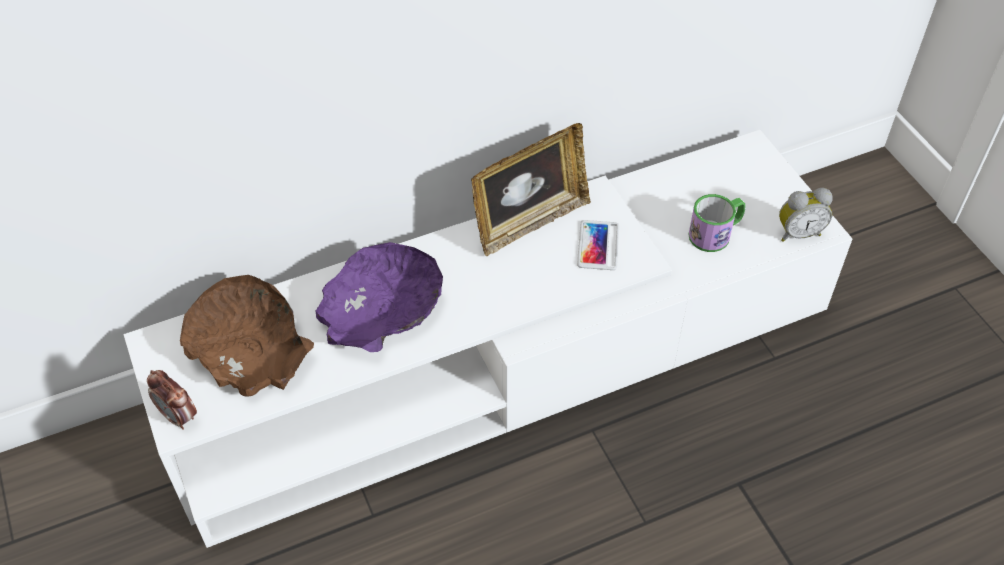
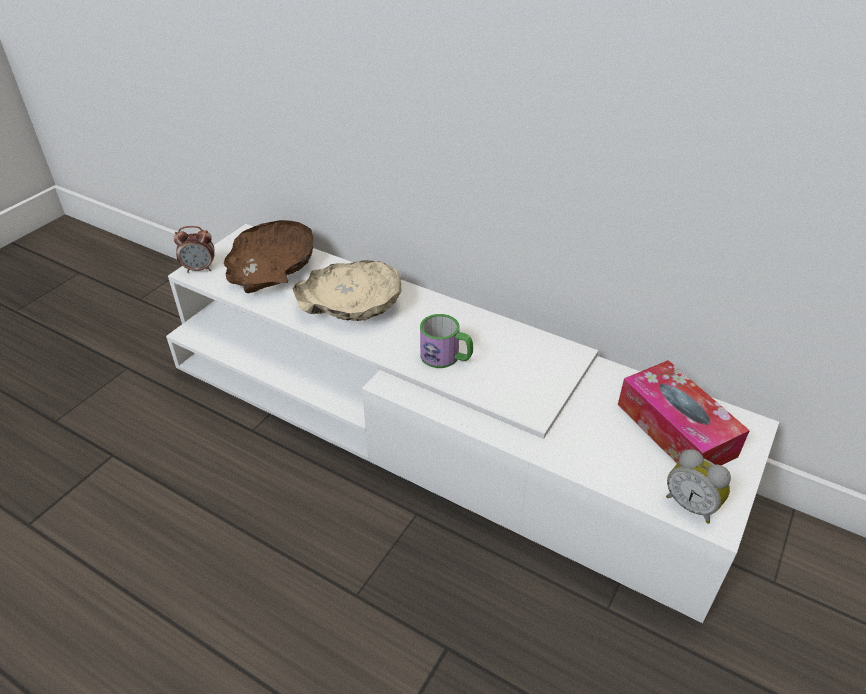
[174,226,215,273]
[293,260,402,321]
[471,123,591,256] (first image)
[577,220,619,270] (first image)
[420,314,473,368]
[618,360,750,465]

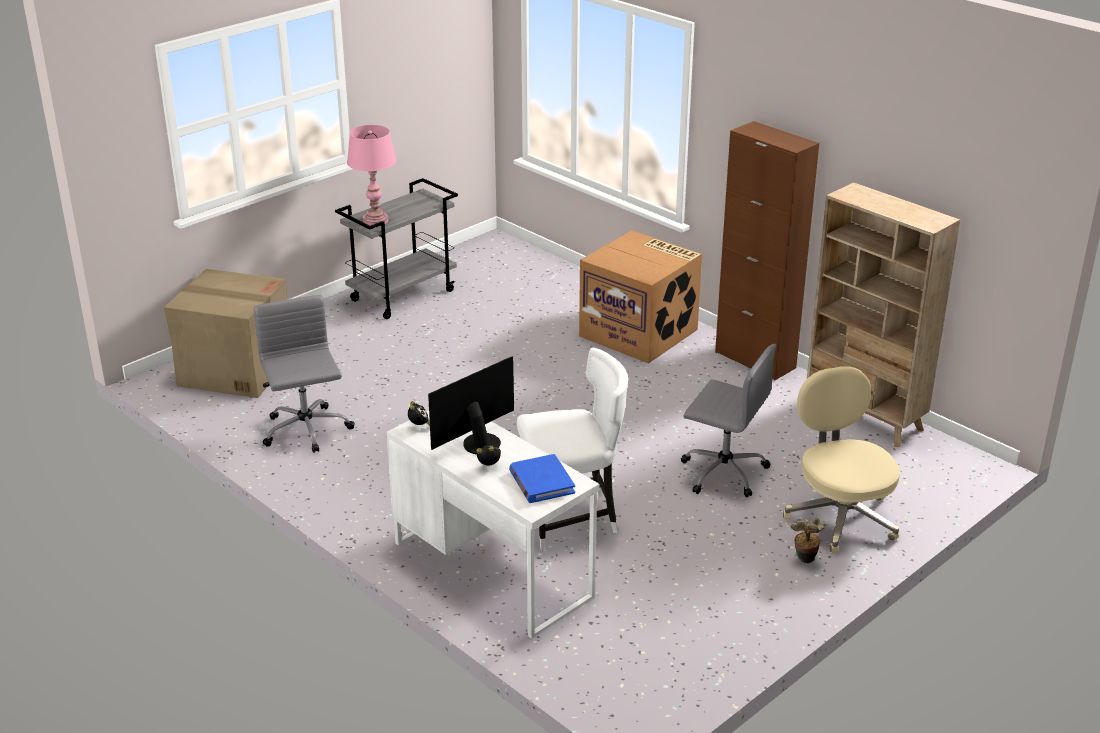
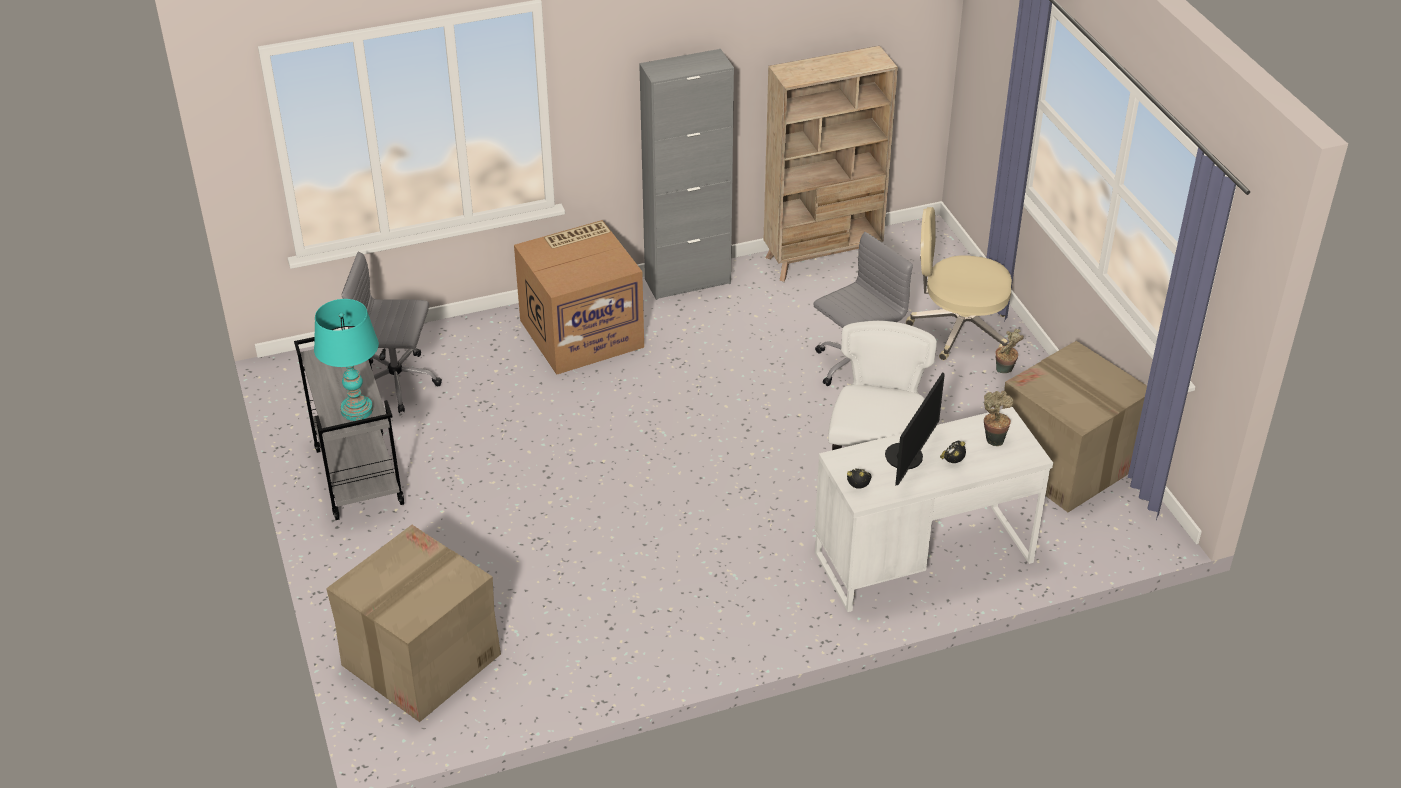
[342,252,442,413]
[314,299,379,421]
[885,372,945,486]
[984,391,1013,446]
[639,49,734,300]
[1003,341,1147,512]

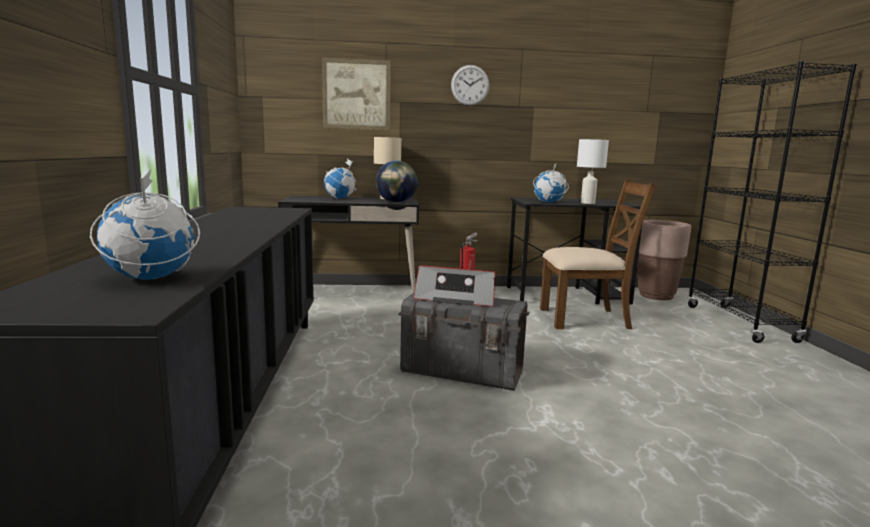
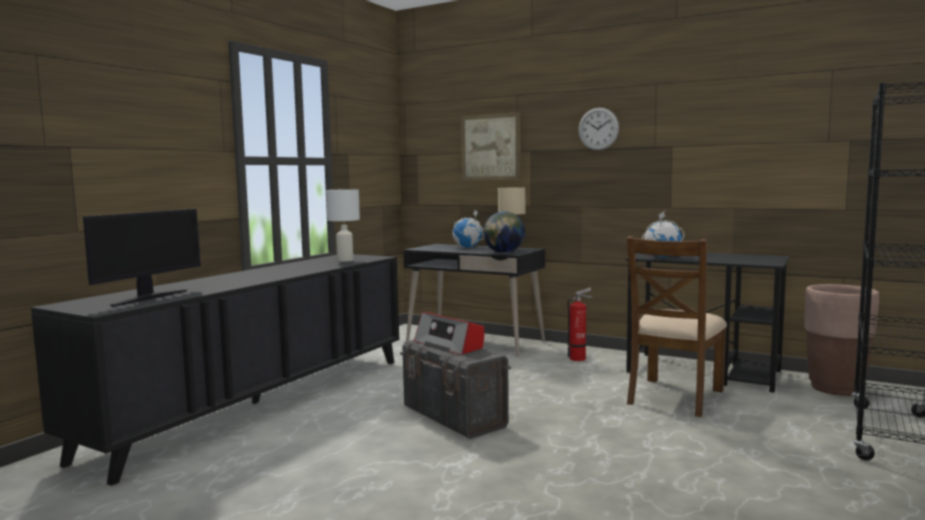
[83,209,201,307]
[627,236,727,417]
[326,189,360,262]

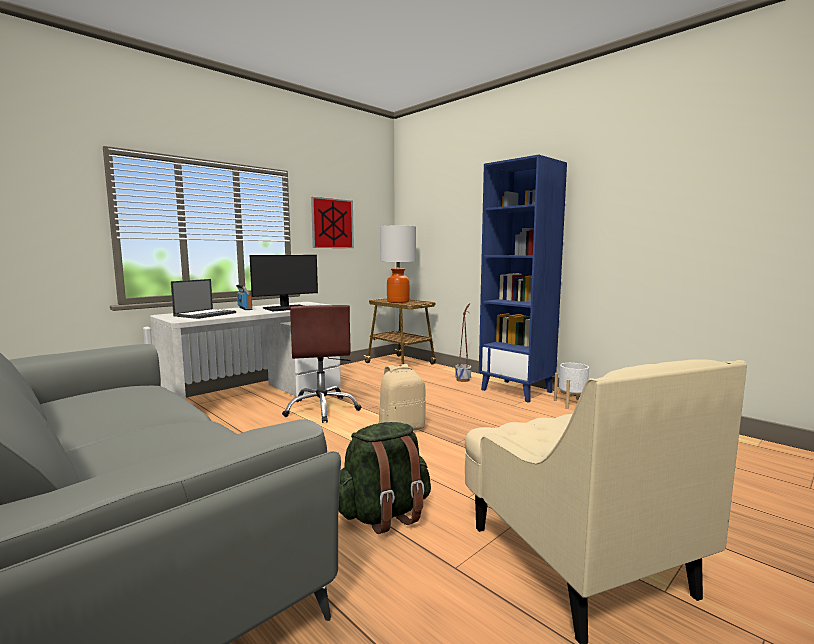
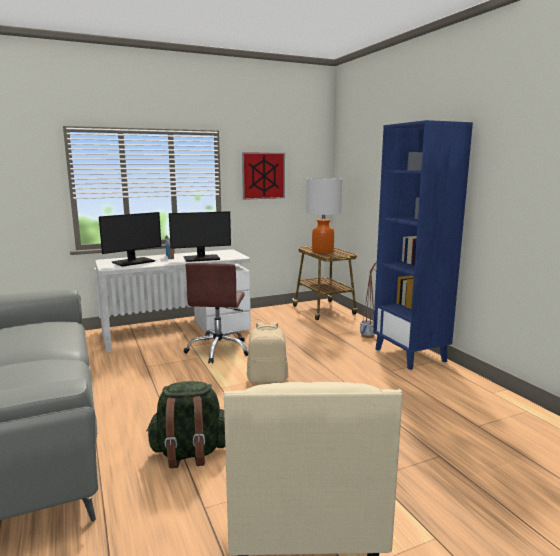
[99,212,161,267]
[554,363,593,409] (first image)

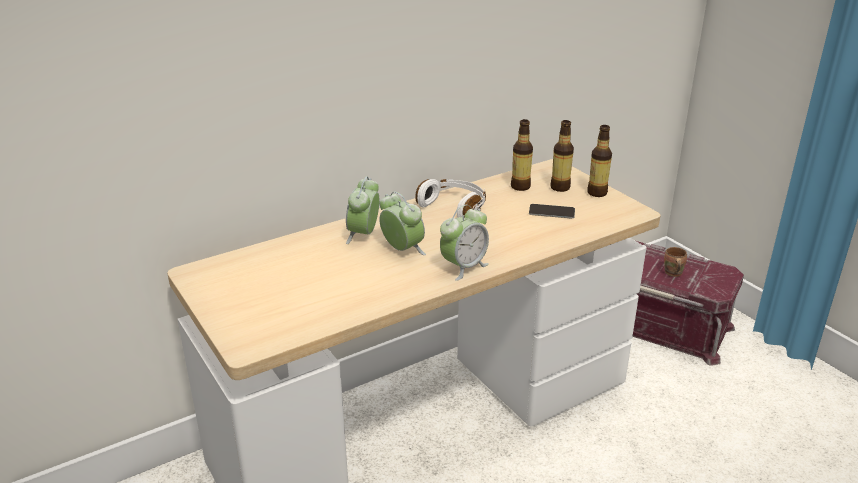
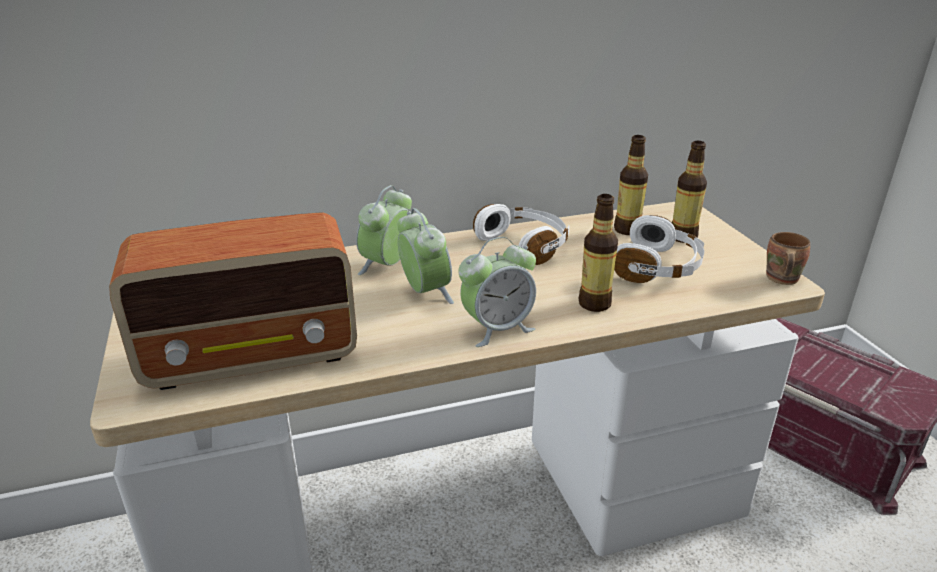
[614,215,704,283]
[579,194,618,312]
[766,232,810,285]
[109,212,357,390]

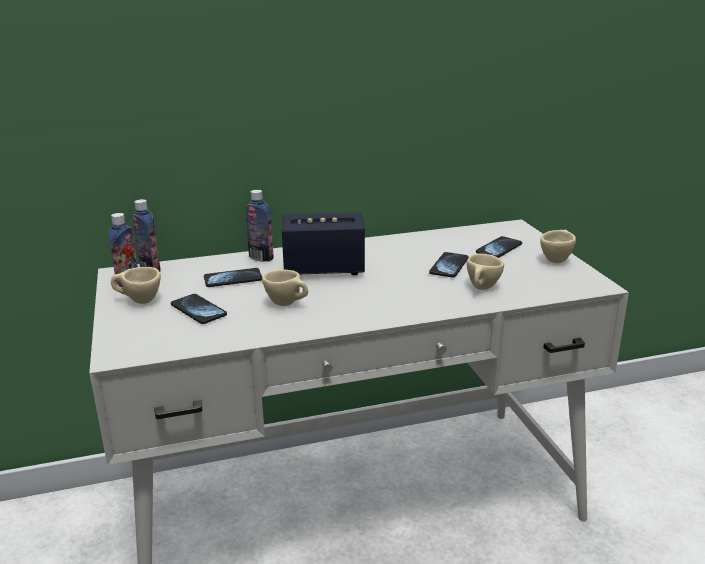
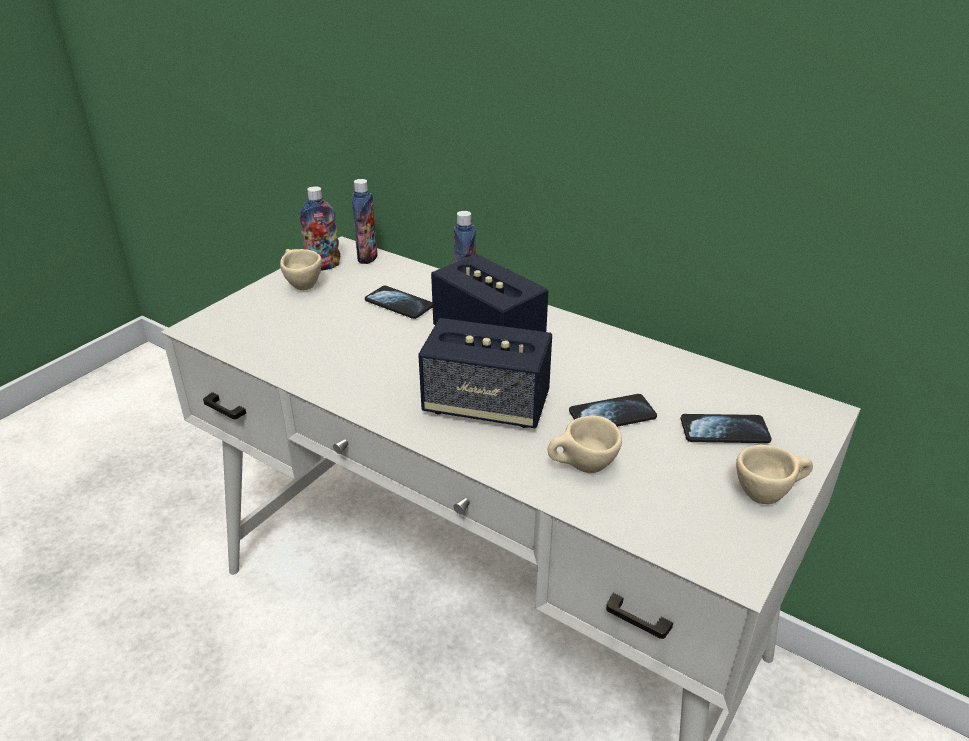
[171,294,227,324] (first image)
[262,269,308,306] (first image)
[418,318,552,428]

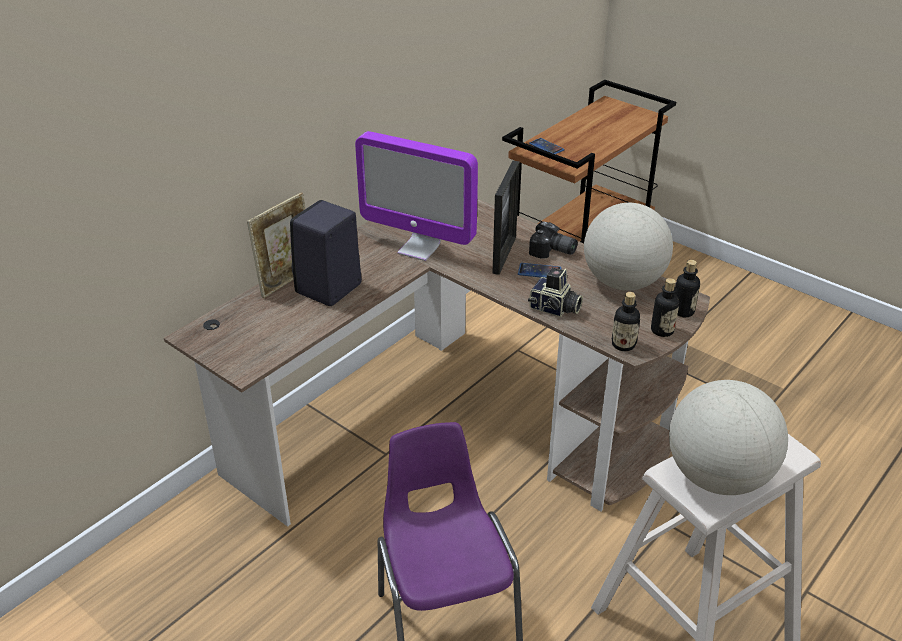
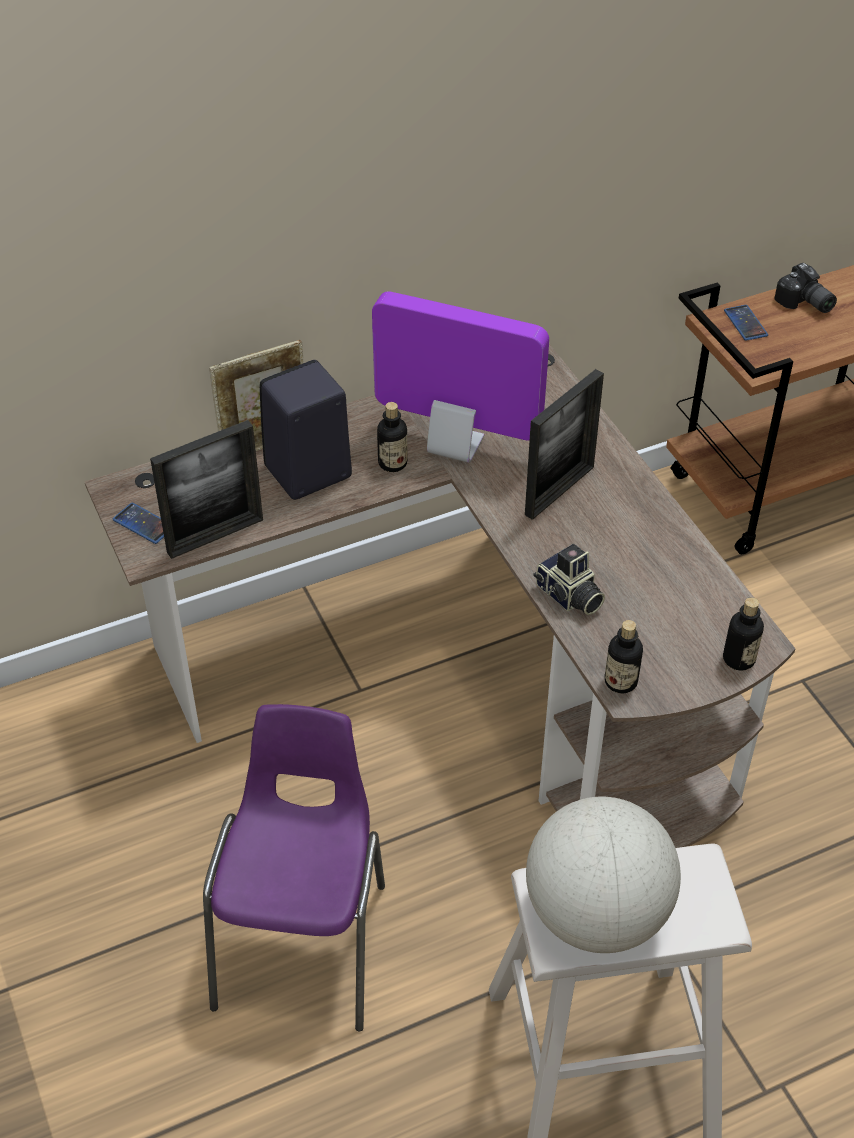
[372,291,549,463]
[113,503,164,544]
[774,263,837,313]
[584,203,673,291] (first image)
[377,402,408,472]
[150,420,263,559]

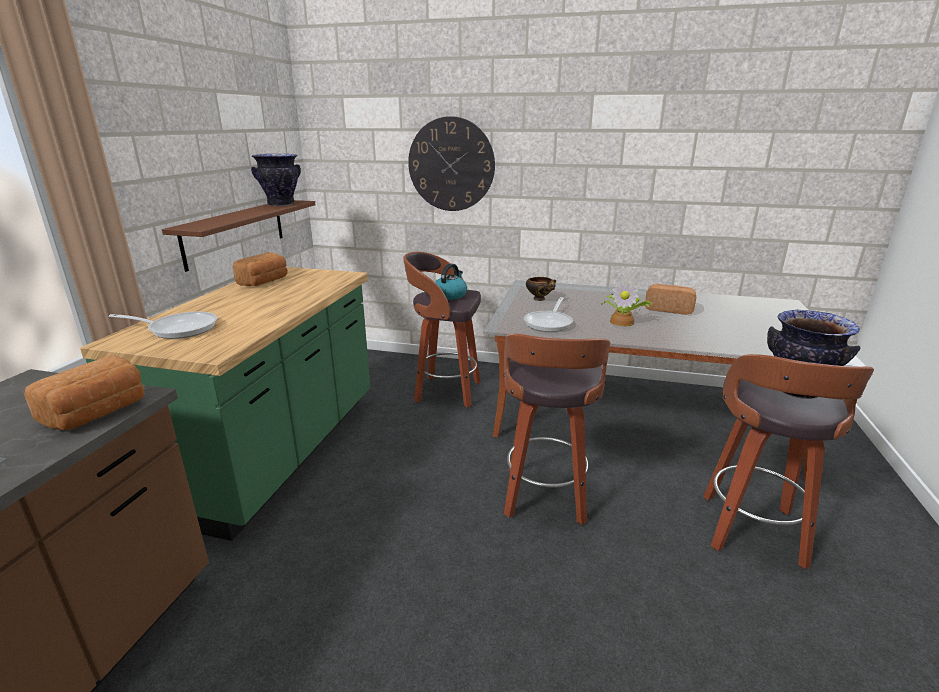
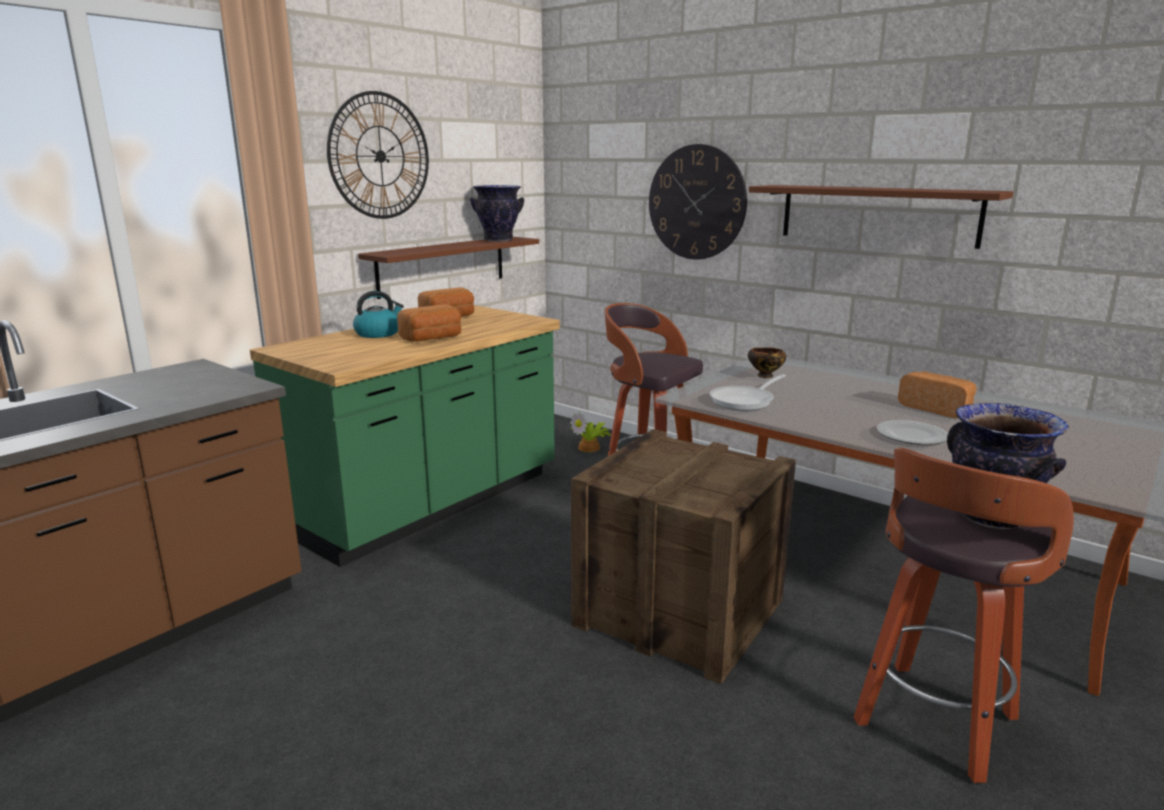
[397,304,461,342]
[109,312,217,339] (first image)
[353,291,404,338]
[571,429,796,684]
[570,412,611,452]
[327,91,429,219]
[749,185,1013,249]
[876,420,948,445]

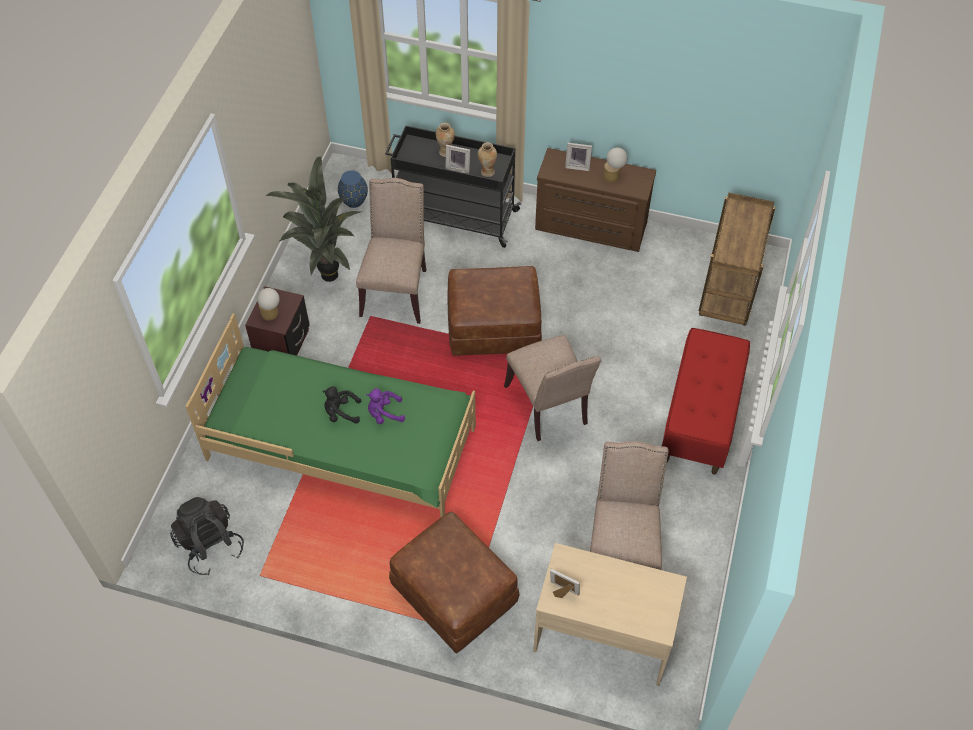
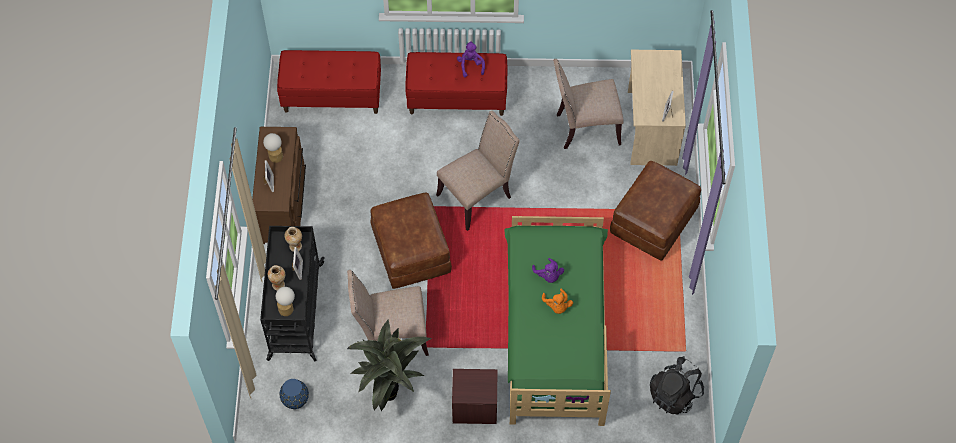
[276,287,295,316]
[542,289,573,314]
[277,50,381,114]
[457,41,485,77]

